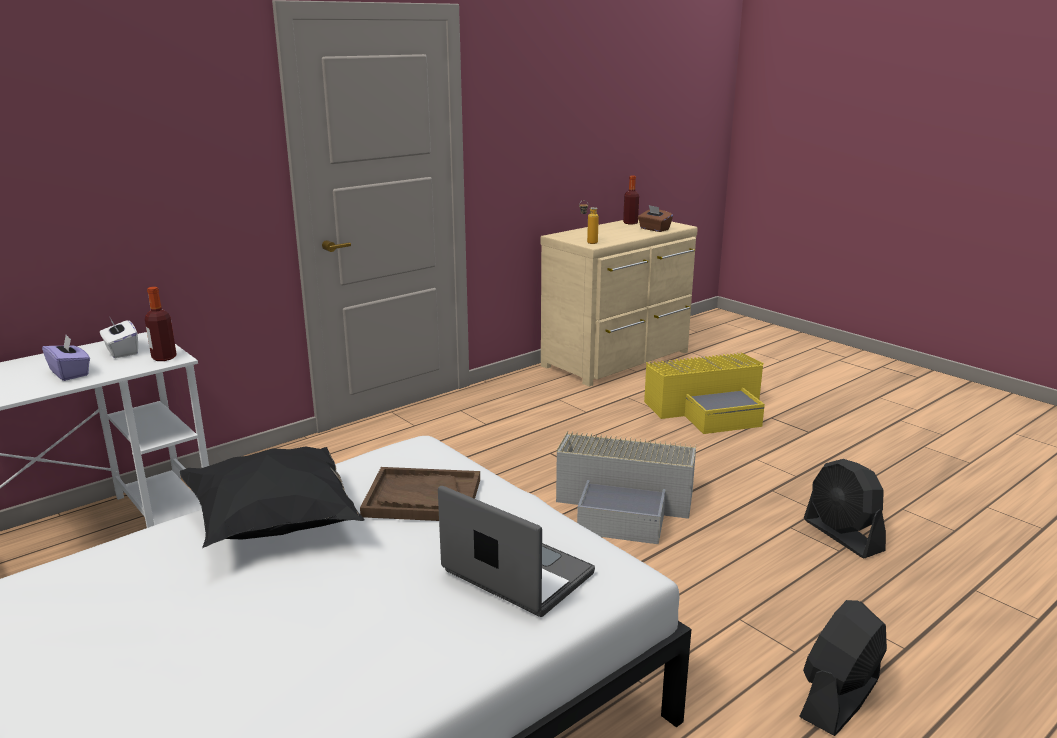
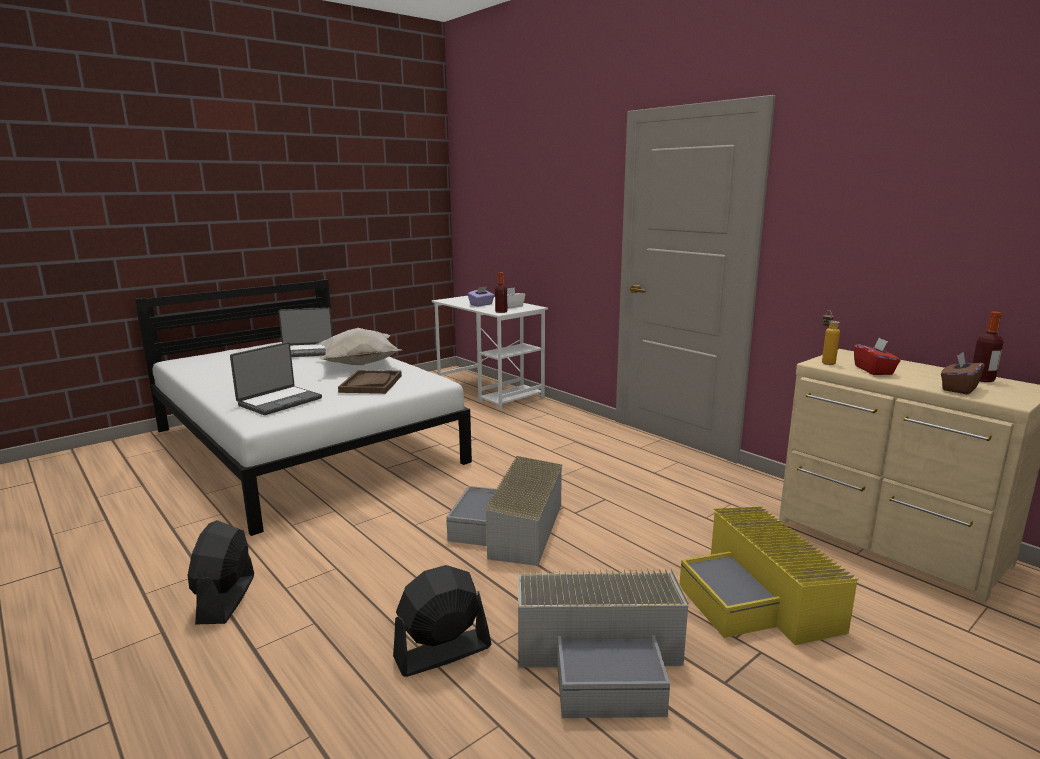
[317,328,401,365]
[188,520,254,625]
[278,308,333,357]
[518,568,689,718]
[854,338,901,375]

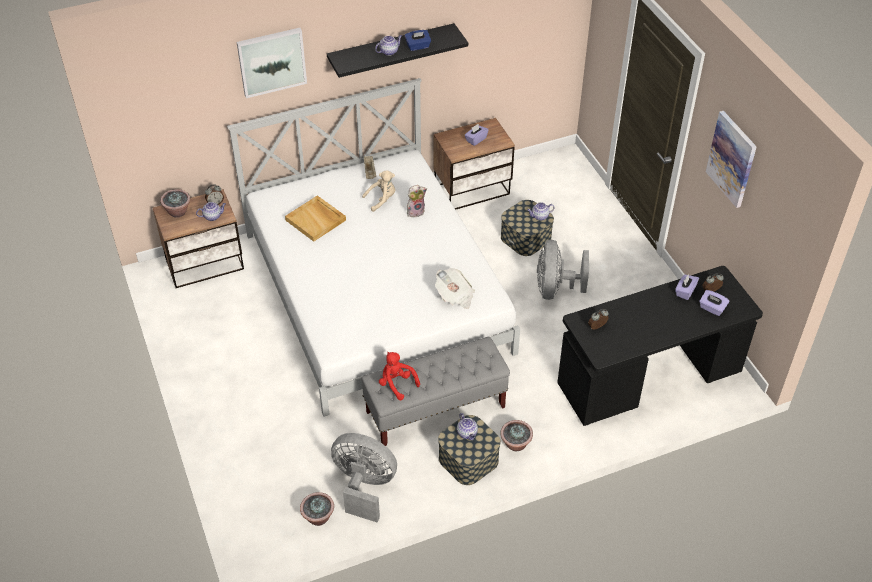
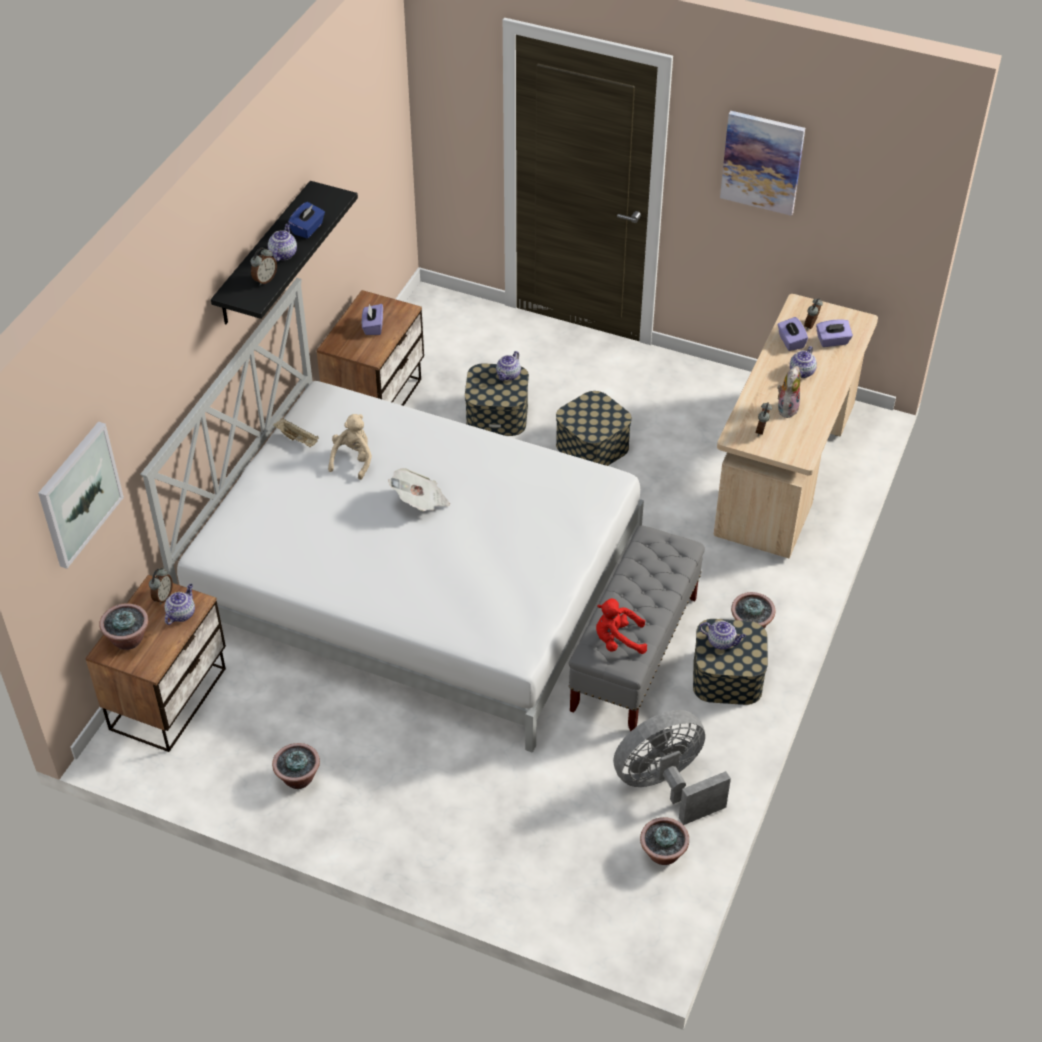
[38,421,124,569]
[285,195,346,242] (first image)
[777,366,801,418]
[388,468,450,511]
[556,391,632,466]
[714,294,878,559]
[250,248,277,286]
[272,743,320,789]
[790,346,817,378]

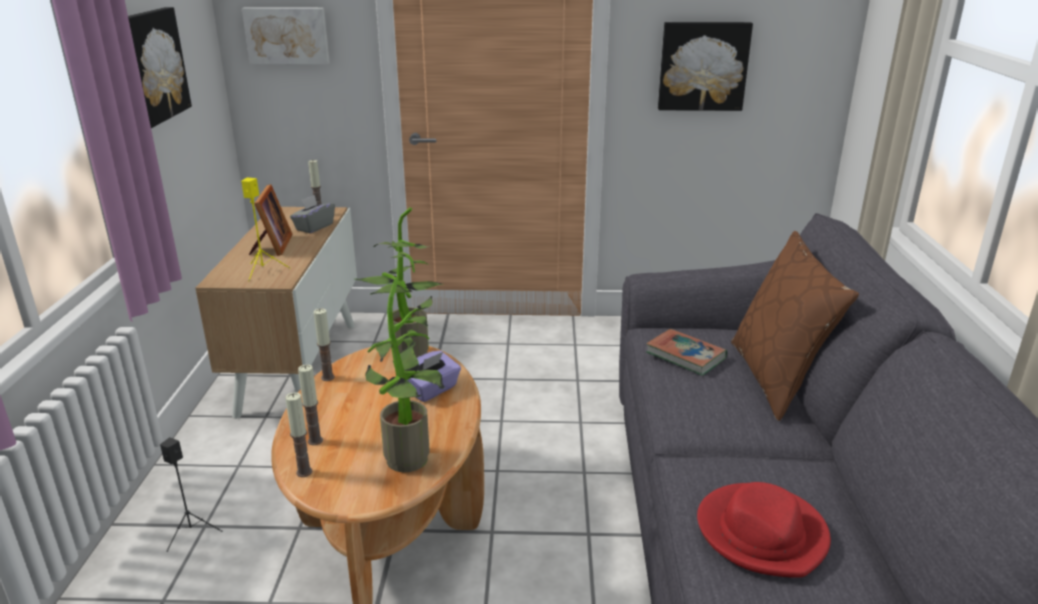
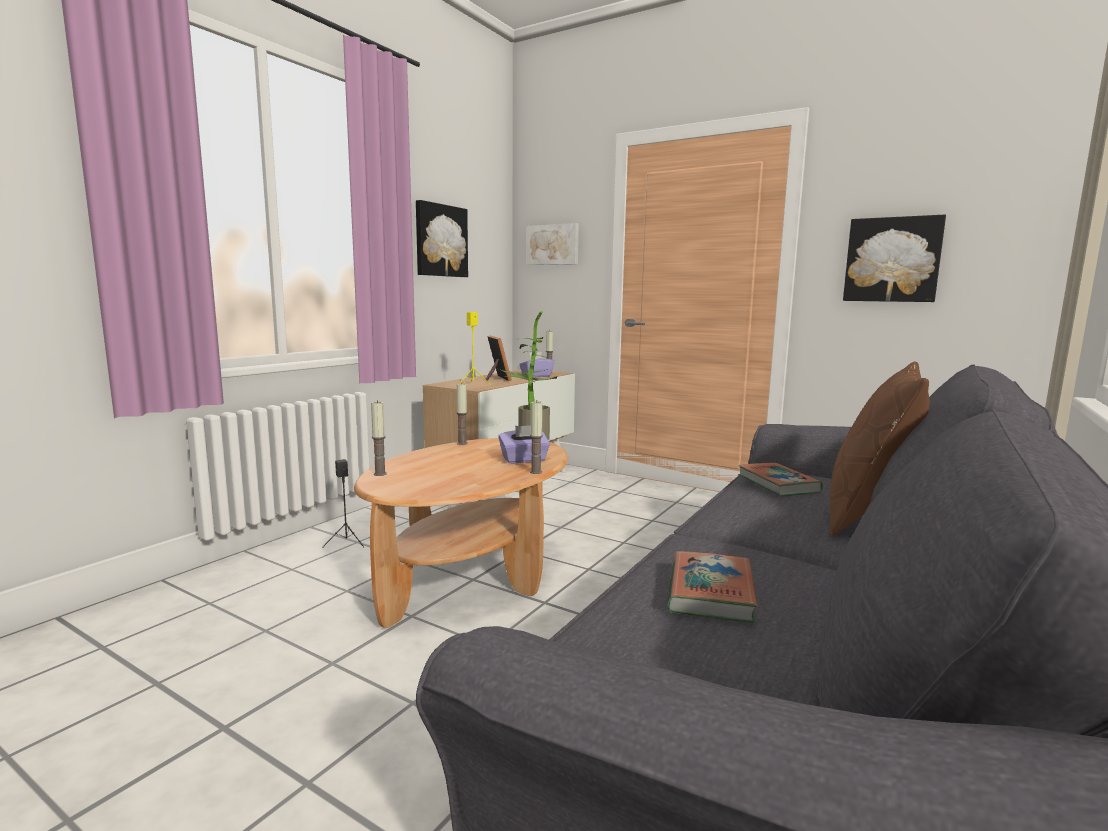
[486,336,512,381]
[519,352,554,378]
[530,401,543,474]
[365,278,444,472] (first image)
[667,551,758,623]

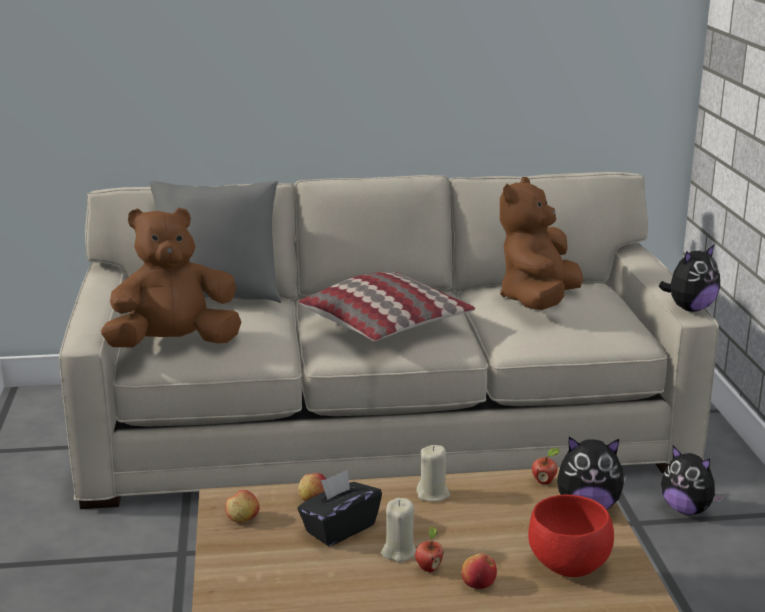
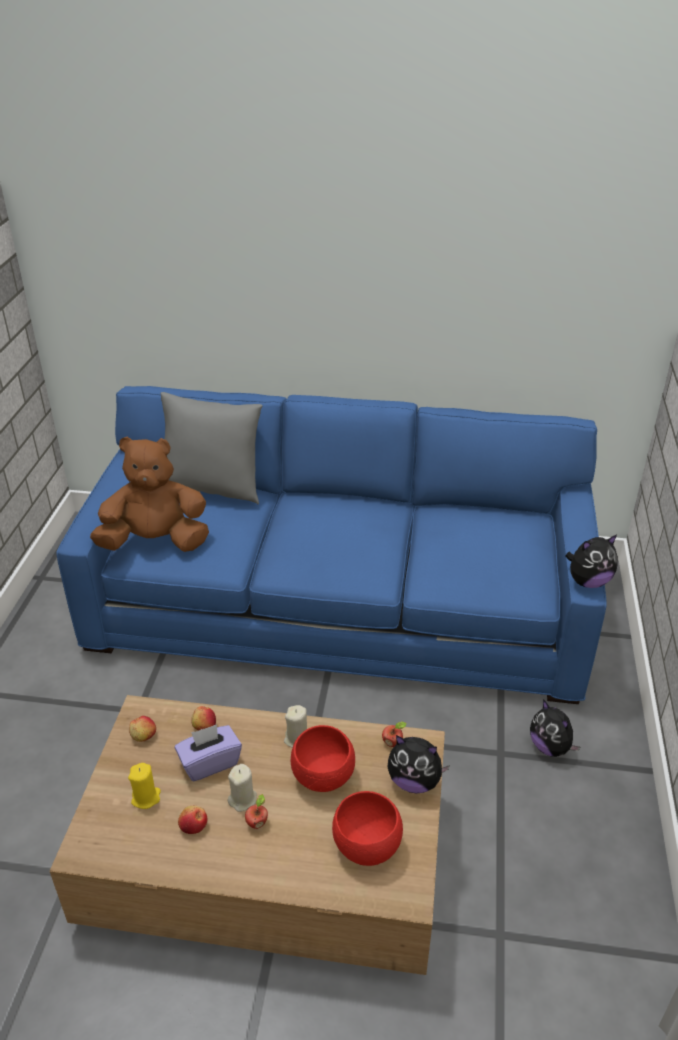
[56,386,607,704]
[175,724,242,781]
[298,272,475,341] (first image)
[178,806,207,834]
[500,177,583,310] (first image)
[128,763,161,809]
[291,725,355,792]

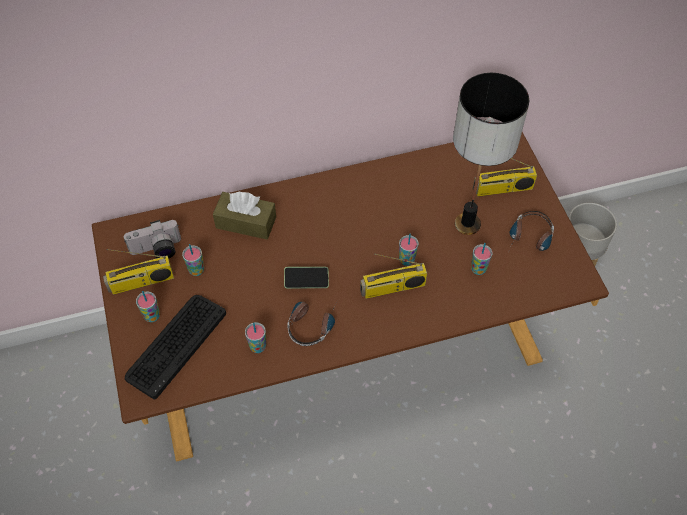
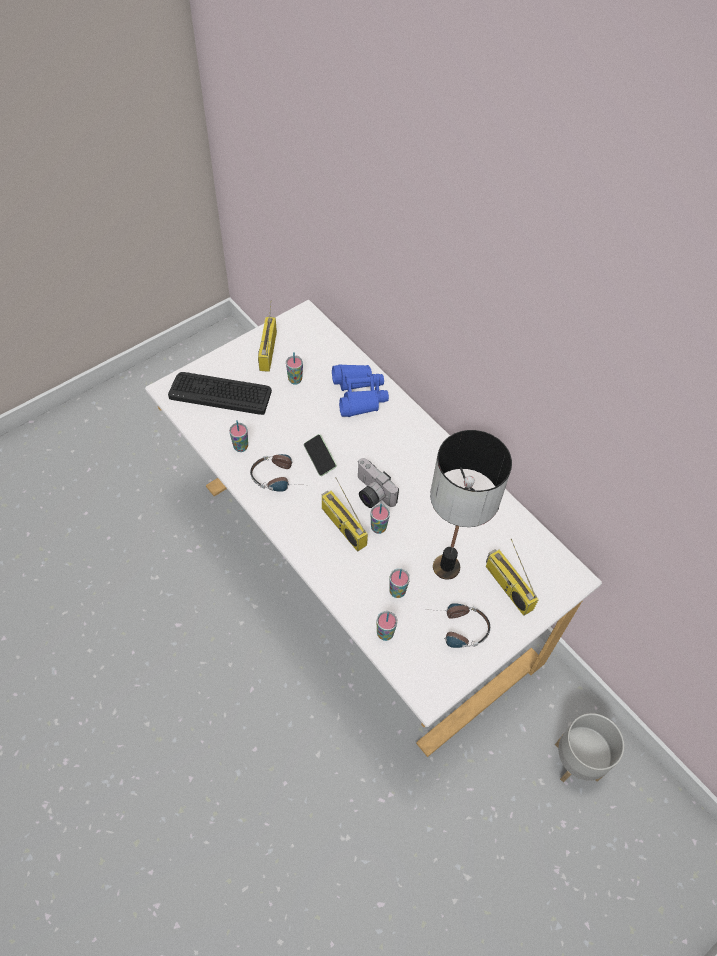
[145,300,602,757]
[258,300,277,372]
[358,458,399,508]
[376,611,398,641]
[332,364,389,417]

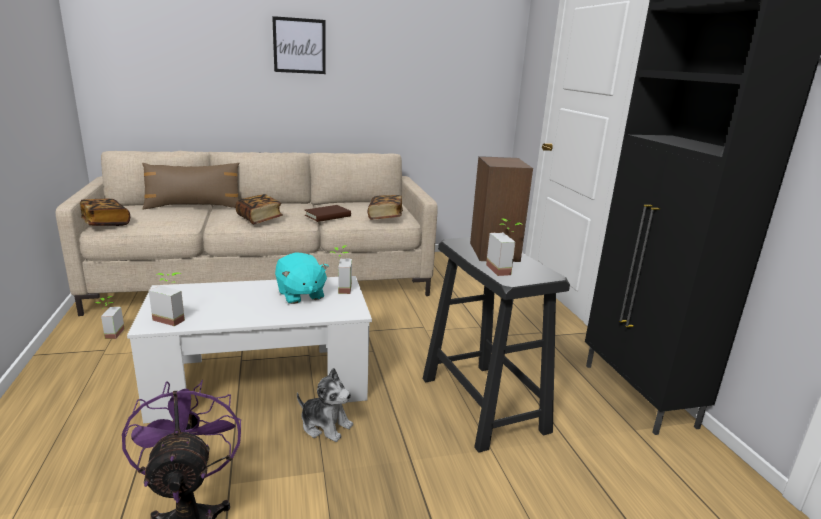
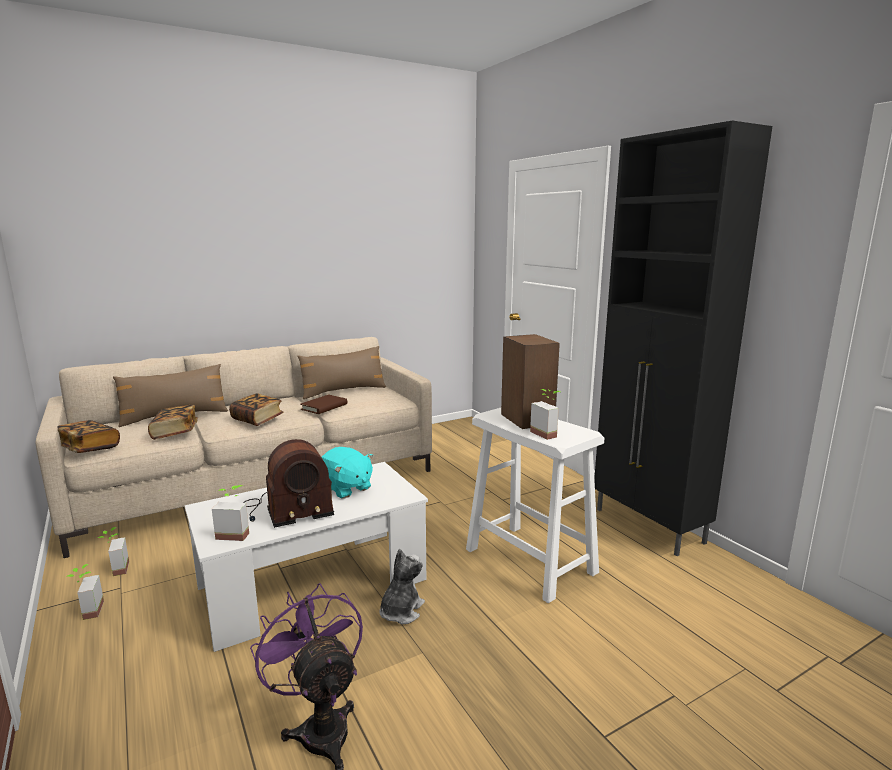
[272,16,326,74] (first image)
[380,549,425,624]
[66,564,104,620]
[148,405,198,440]
[466,408,604,603]
[243,439,334,528]
[297,346,386,399]

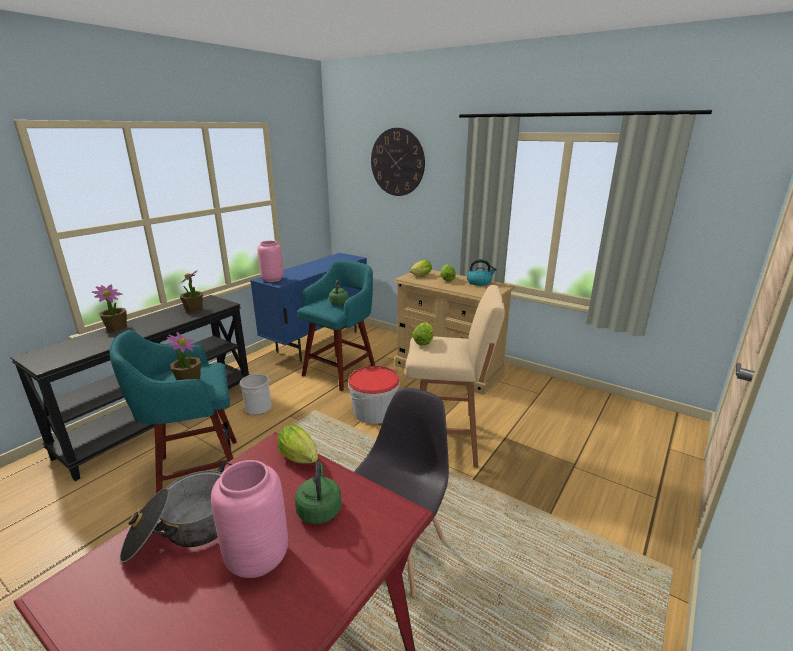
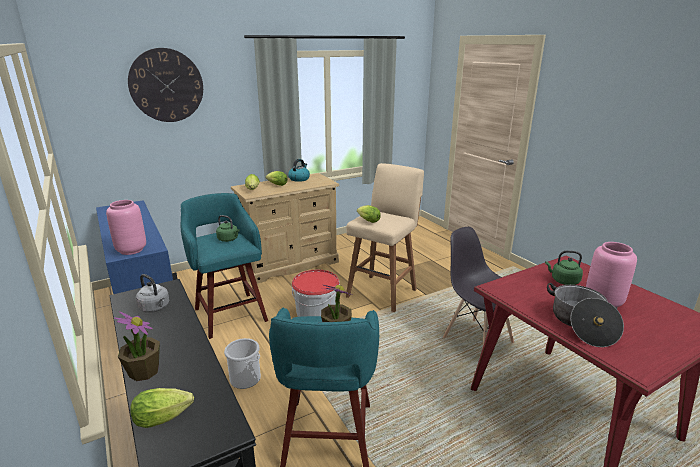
[136,274,170,313]
[130,388,194,428]

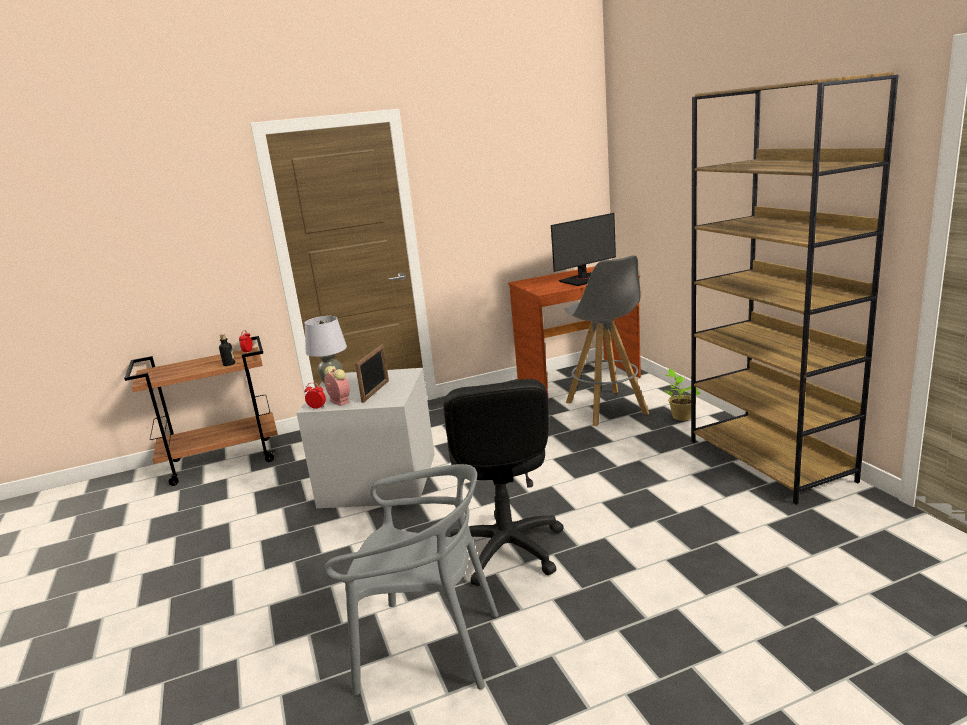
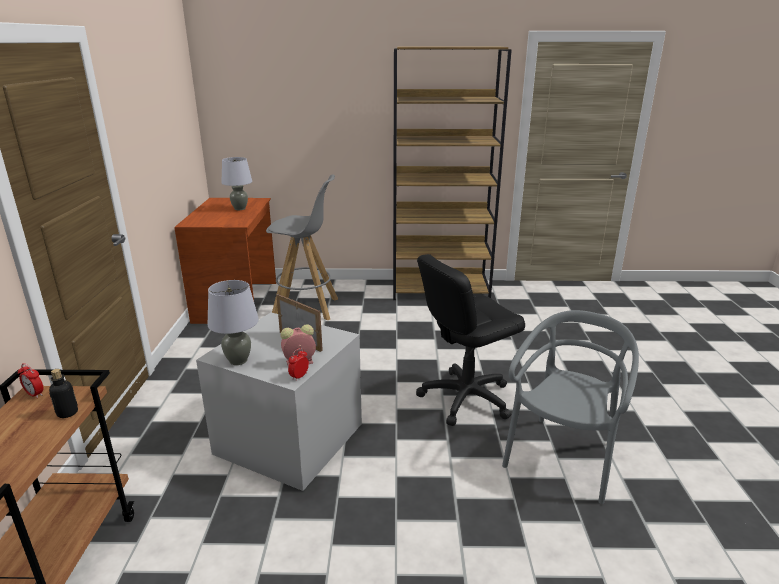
[416,254,525,426]
[221,157,252,210]
[665,369,701,421] (first image)

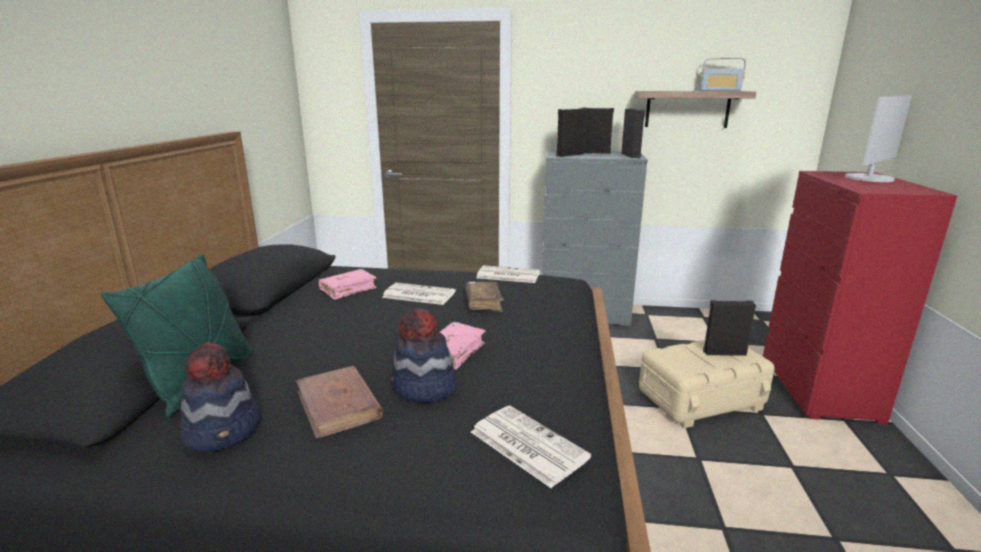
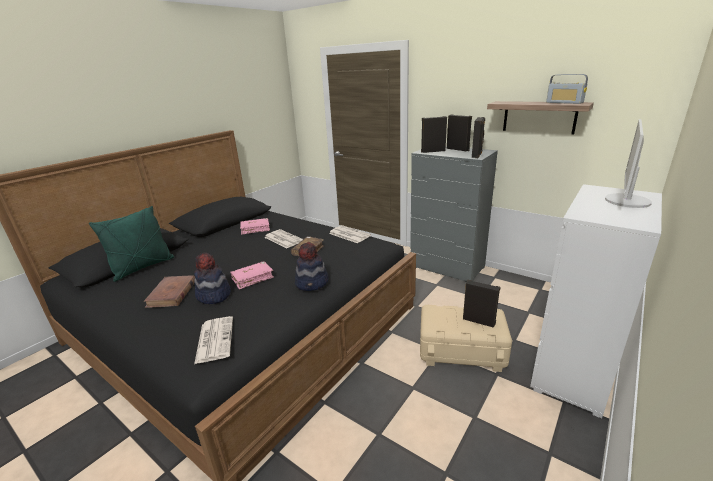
[295,242,329,291]
[530,184,662,419]
[605,119,652,208]

